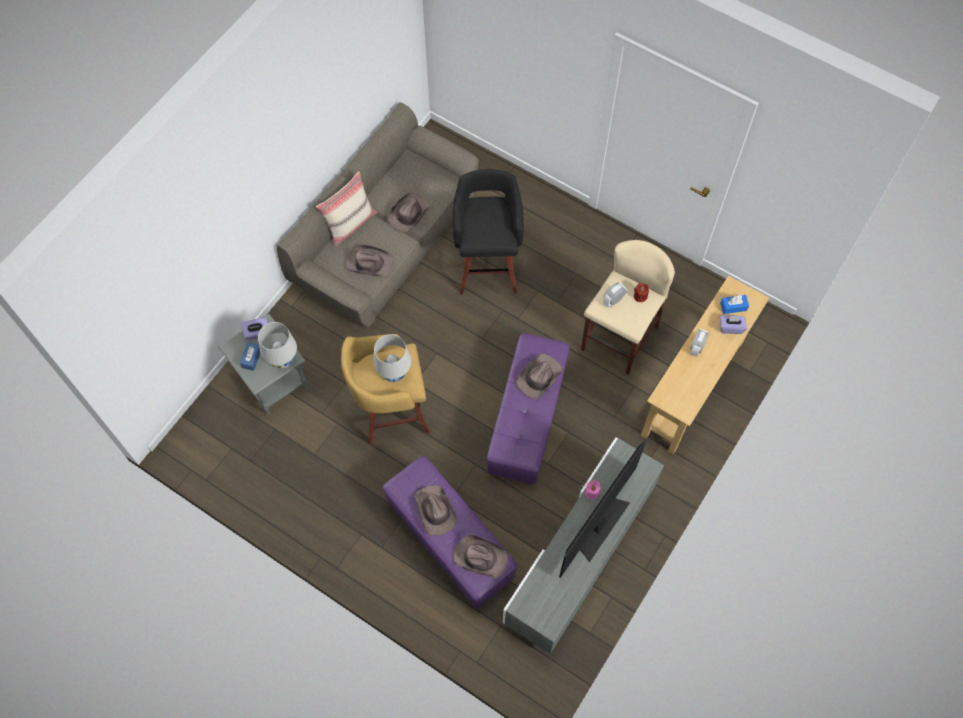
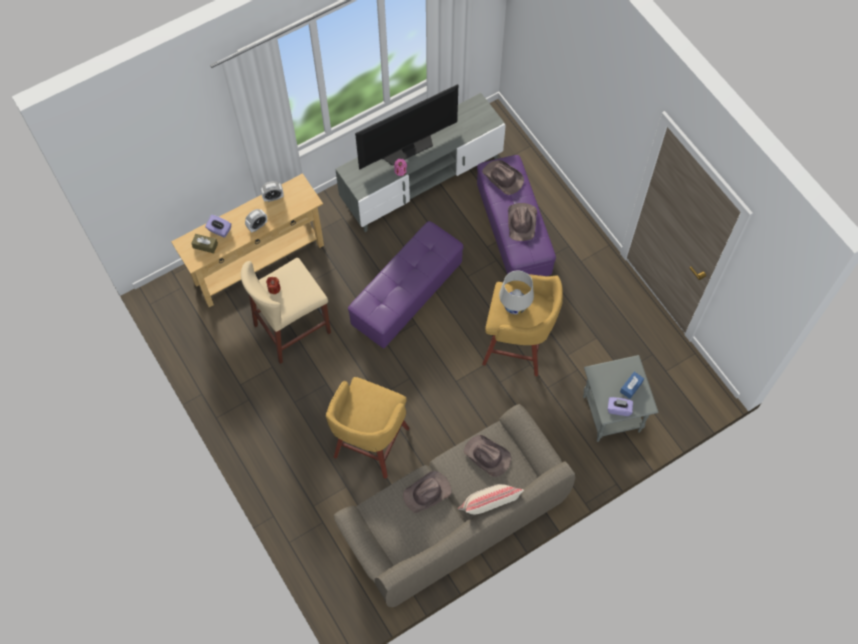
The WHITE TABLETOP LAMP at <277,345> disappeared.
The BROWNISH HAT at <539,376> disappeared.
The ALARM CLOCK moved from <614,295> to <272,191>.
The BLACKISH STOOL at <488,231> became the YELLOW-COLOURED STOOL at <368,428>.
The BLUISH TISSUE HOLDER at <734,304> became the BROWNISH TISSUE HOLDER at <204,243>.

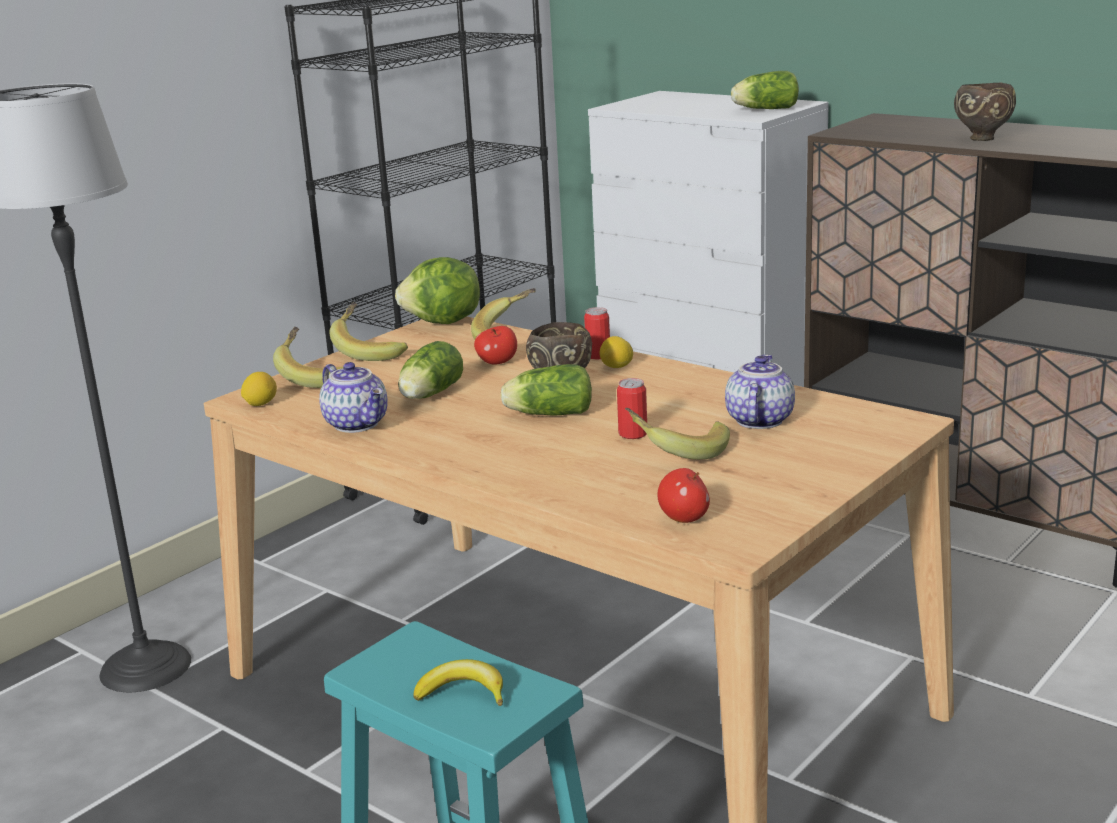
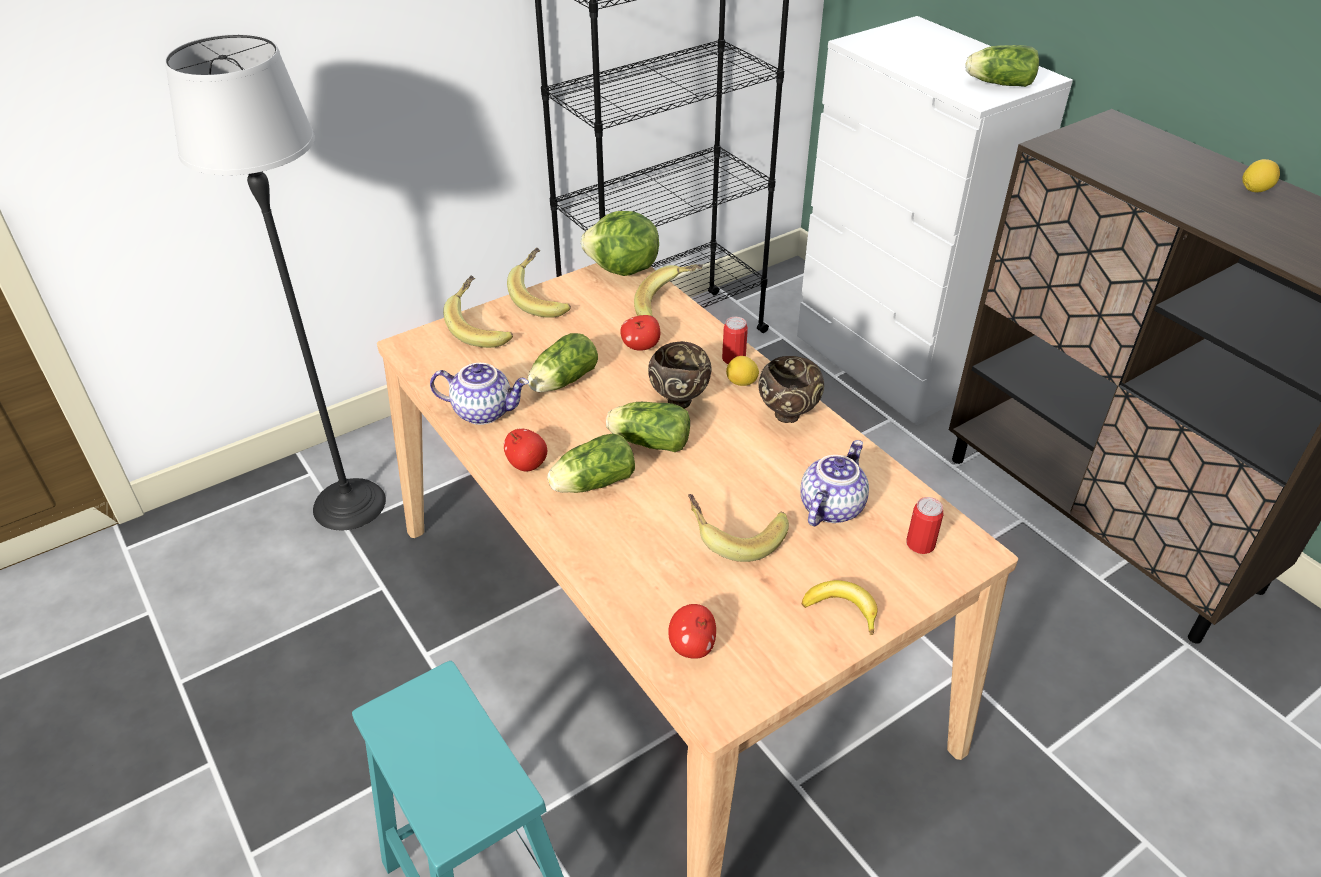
The APPLE at <525,449> appeared.
The HEAD OF LETTUCE at <591,463> appeared.
The LEMON moved from <259,389> to <1261,175>.
The WHOLE BANANA moved from <458,682> to <839,607>.
The SEALED CAN moved from <632,408> to <925,525>.
The BROWNISH SERVING BOWL moved from <985,111> to <791,389>.
The TEA POT at <353,397> turned 60 degrees counterclockwise.

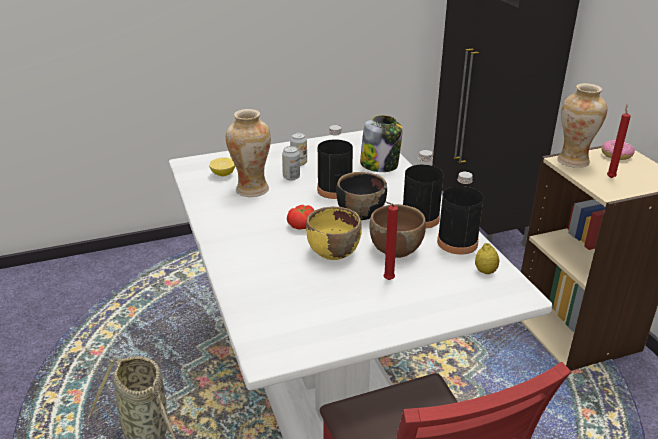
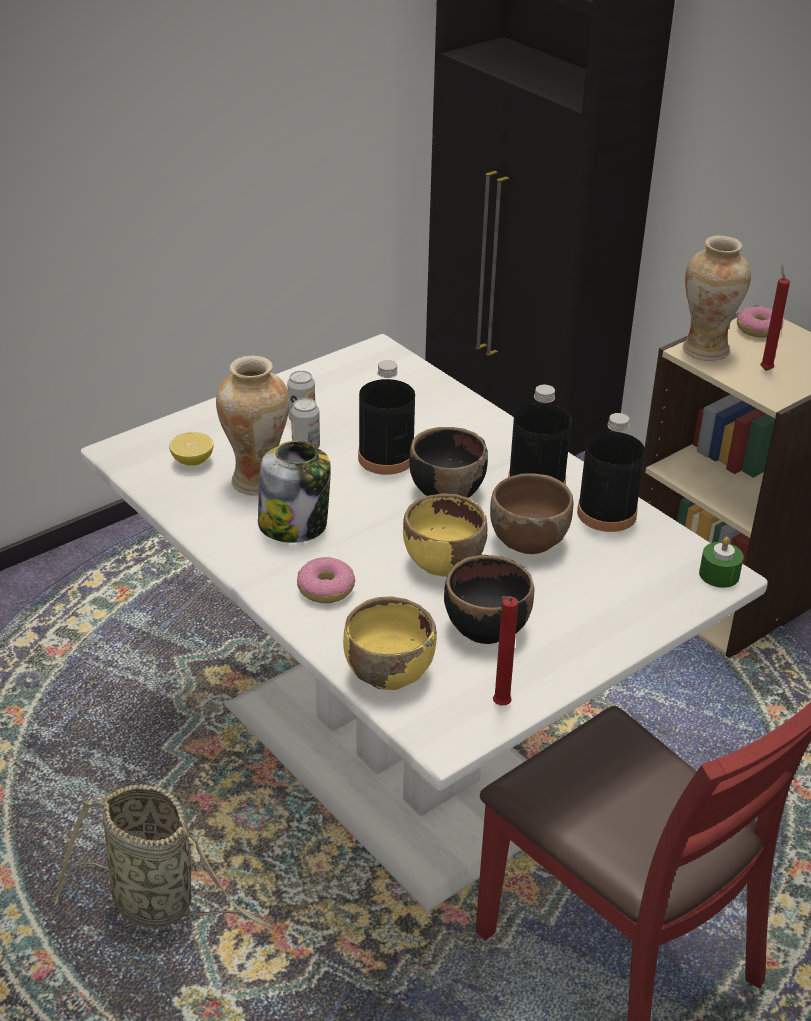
The FRESH TOMATO at <300,217> disappeared.
The LEMON at <487,258> disappeared.
The DONUT at <326,580> appeared.
The YELLOW-COLOURED SERVING BOWL at <390,643> appeared.
The BLACKISH SERVING BOWL at <489,599> appeared.
The GREENISH WAX CANDLE at <721,562> appeared.
The PRESERVE JAR moved from <381,143> to <294,492>.
The REDDISH WAX CANDLE moved from <390,241> to <505,650>.

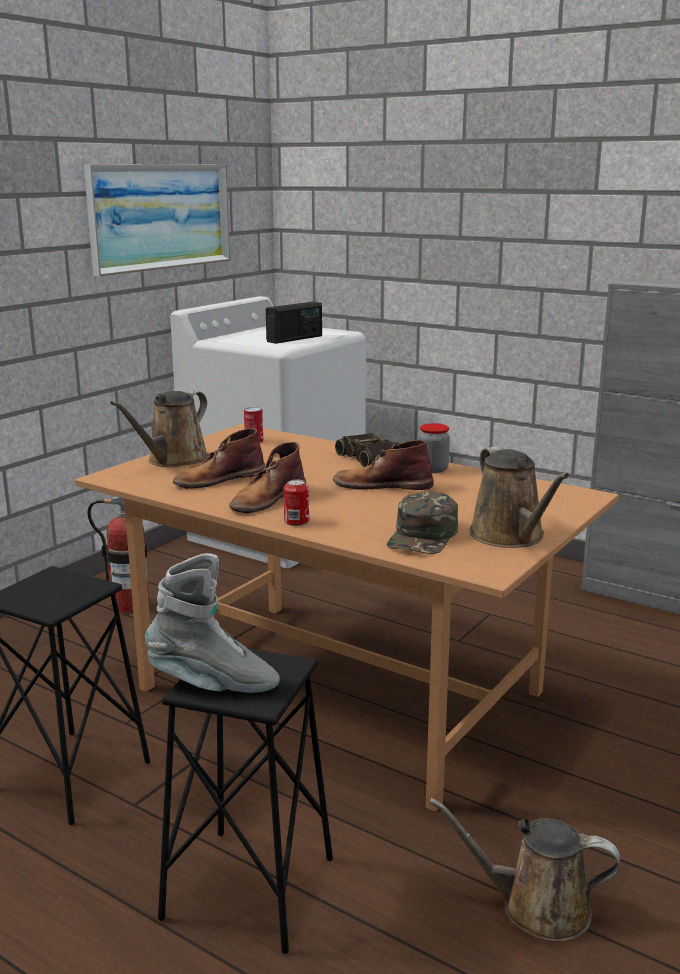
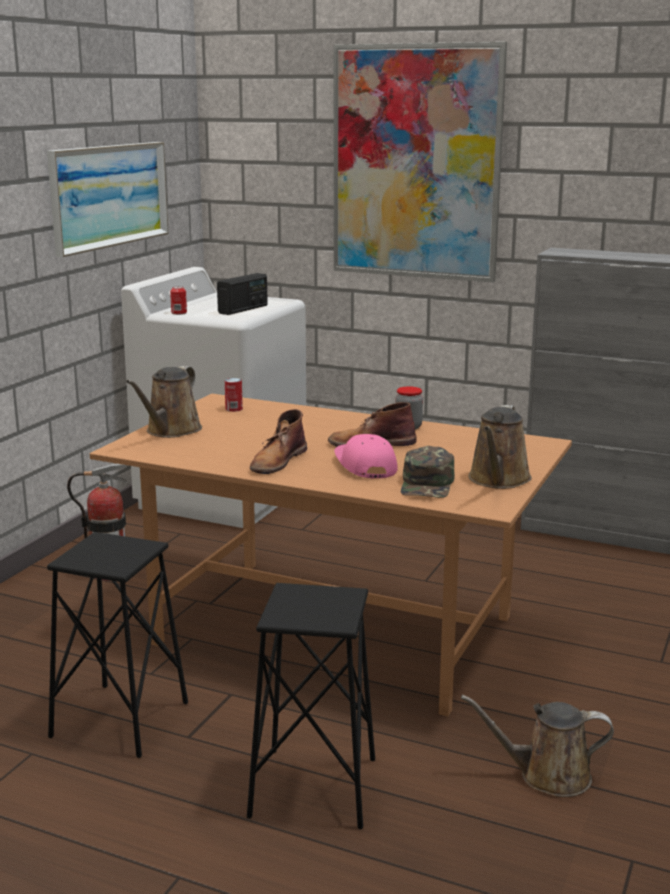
The GRAY TALL BOOT at <212,623> disappeared.
The BROWNISH TALL BOOT at <219,459> disappeared.
The FIELD GLASSES at <366,450> disappeared.
The WALL PICTURE at <420,162> appeared.
The PINK-COLOURED PEAKED CAP at <366,456> appeared.
The SEALED CAN moved from <296,502> to <178,300>.
The BROWNISH WATERING CAN at <519,497> turned 45 degrees clockwise.

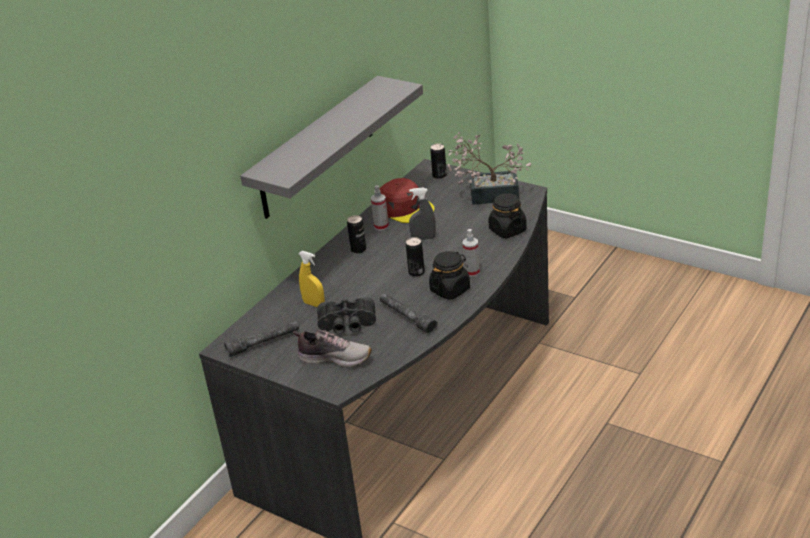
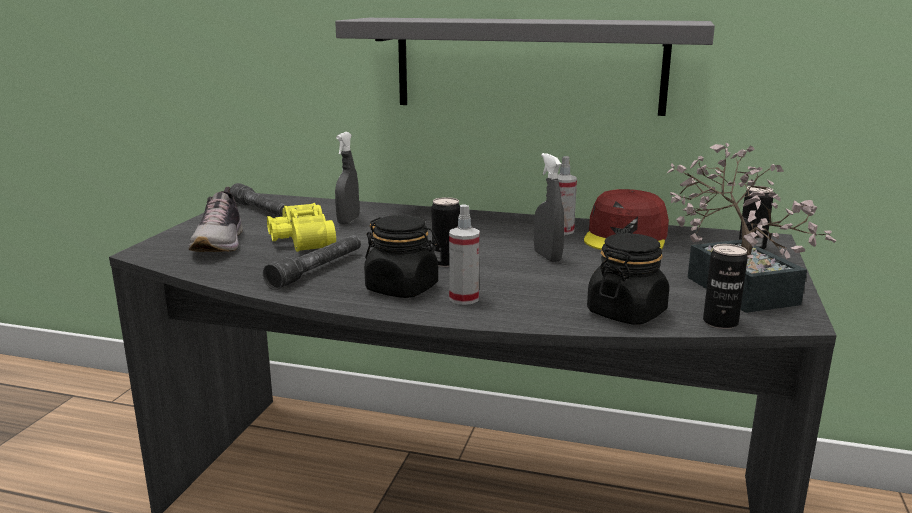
The SEALED CAN moved from <356,234> to <725,286>.
The YELLOW-COLOURED HAND SPRAYER at <311,279> became the GRAY HAND SPRAYER at <347,178>.
The BLACKISH FIELD GLASSES at <346,315> became the YELLOW-COLOURED FIELD GLASSES at <301,227>.

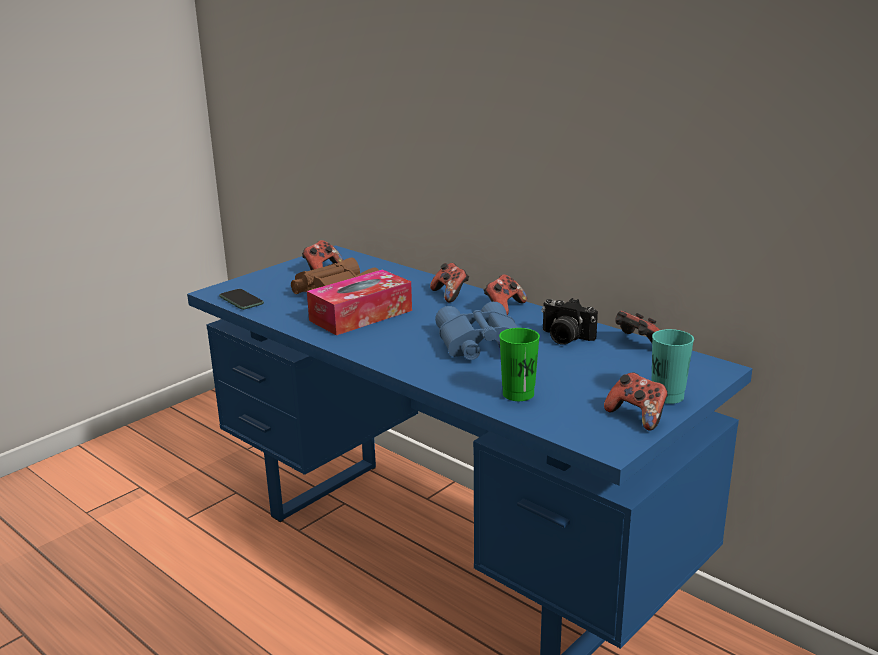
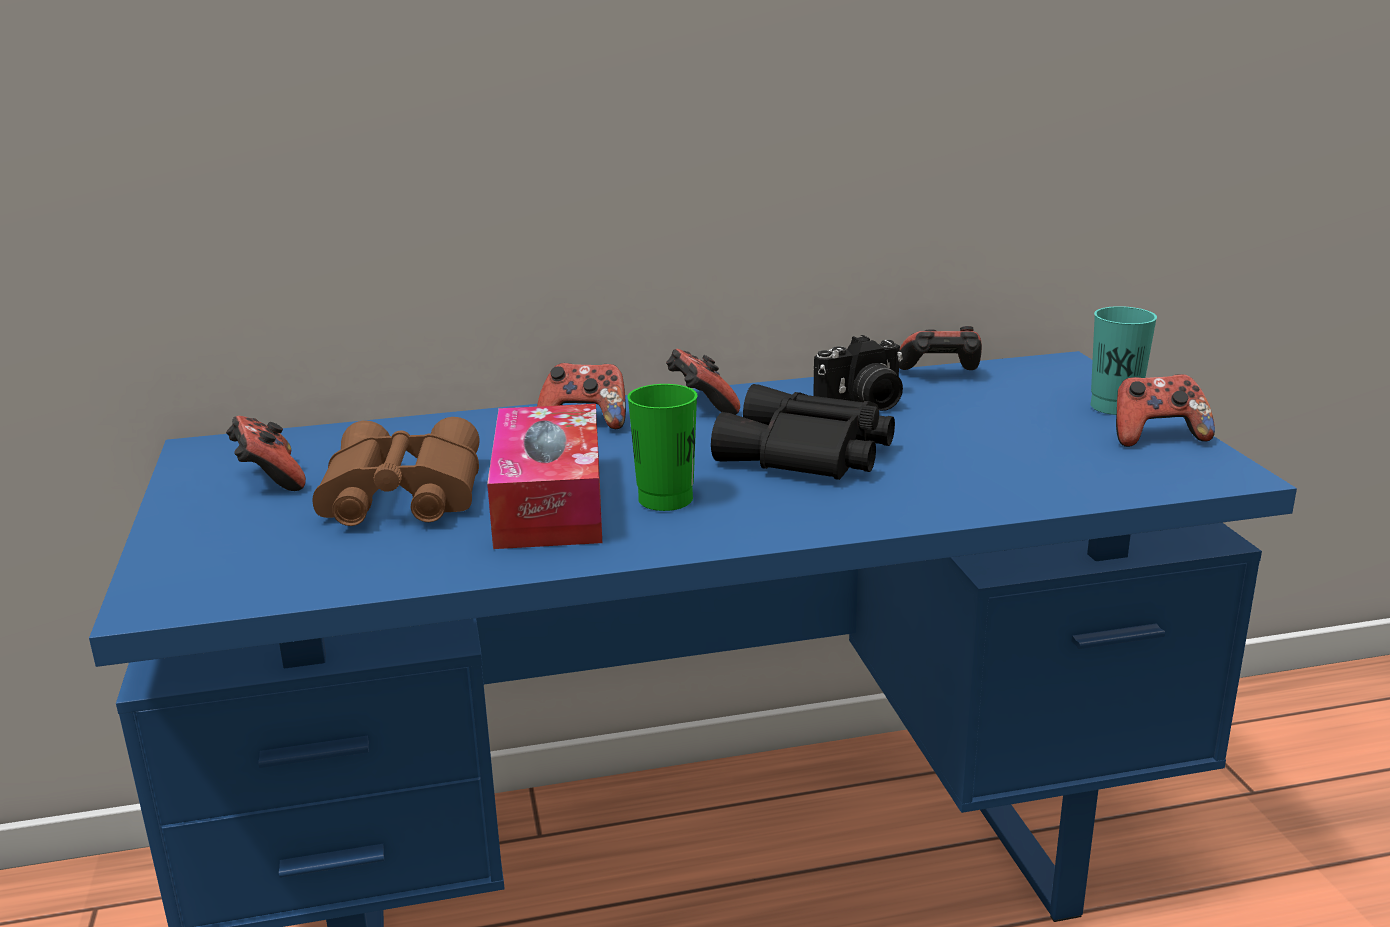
The TELEPHONE at <241,299> disappeared.
The GREENISH DRINKING CUP moved from <519,364> to <662,447>.
The BLUISH FIELD GLASSES at <476,331> became the BLACKISH FIELD GLASSES at <803,432>.

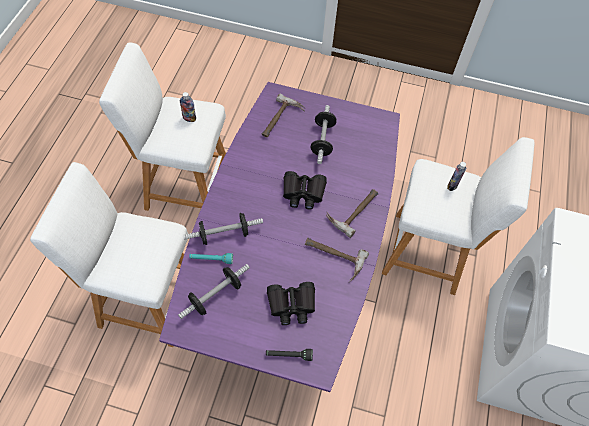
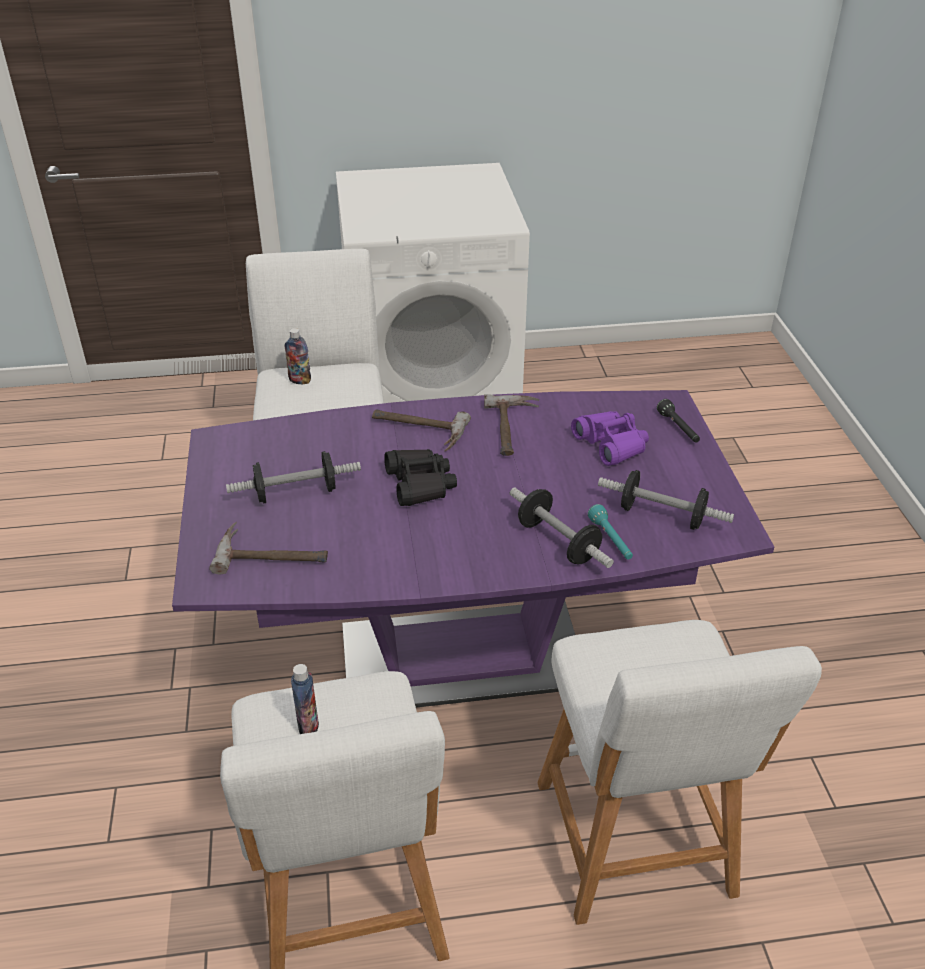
The BLACKISH FIELD GLASSES at <291,303> became the PURPLE FIELD GLASSES at <610,438>.

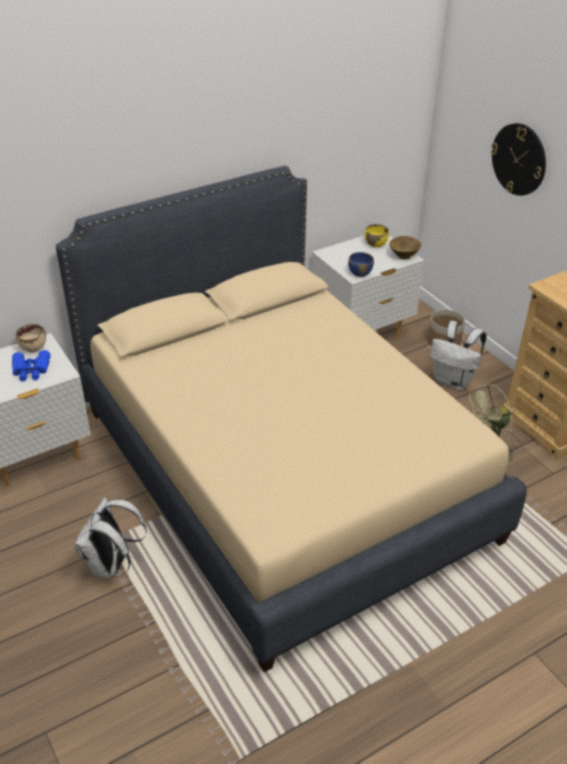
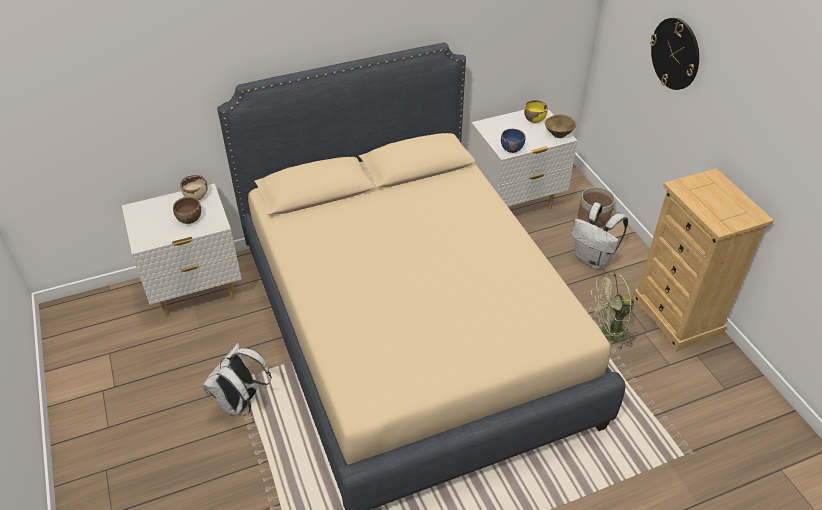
The BLUISH FIELD GLASSES at <31,366> was replaced by the BROWNISH SERVING BOWL at <187,210>.

